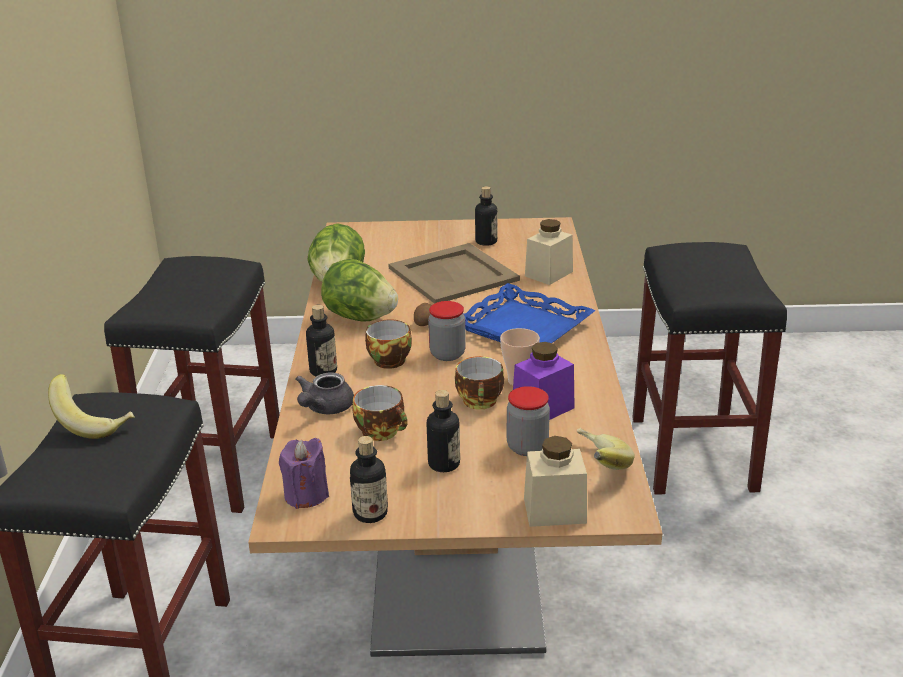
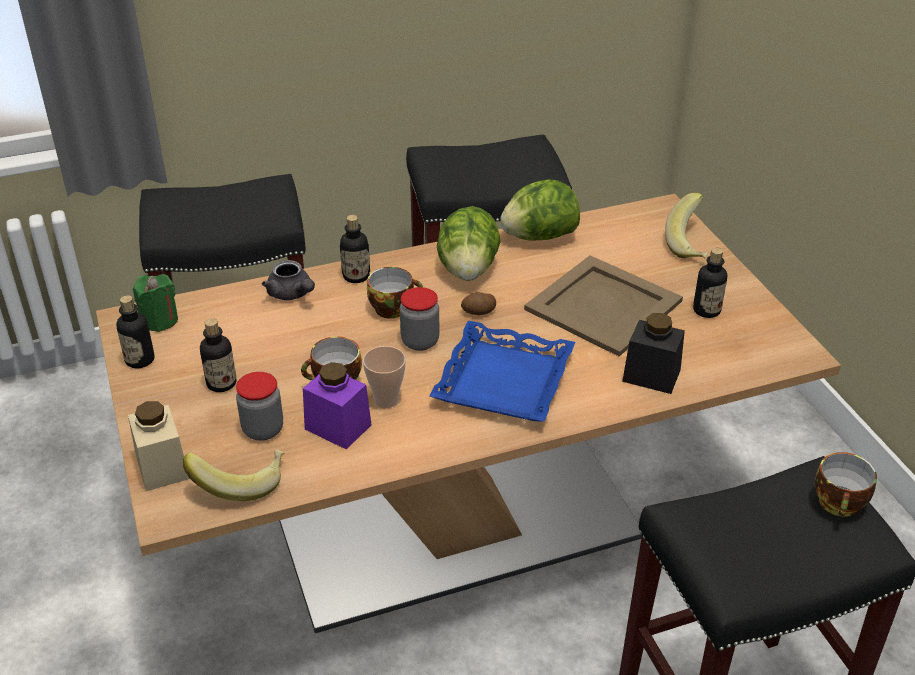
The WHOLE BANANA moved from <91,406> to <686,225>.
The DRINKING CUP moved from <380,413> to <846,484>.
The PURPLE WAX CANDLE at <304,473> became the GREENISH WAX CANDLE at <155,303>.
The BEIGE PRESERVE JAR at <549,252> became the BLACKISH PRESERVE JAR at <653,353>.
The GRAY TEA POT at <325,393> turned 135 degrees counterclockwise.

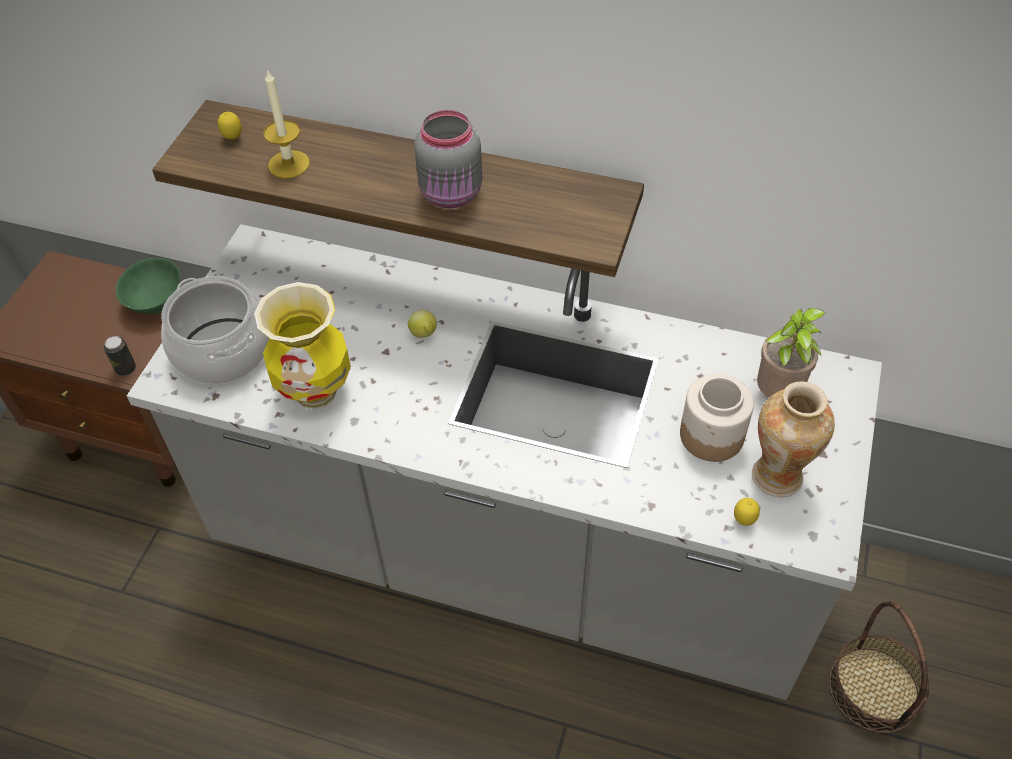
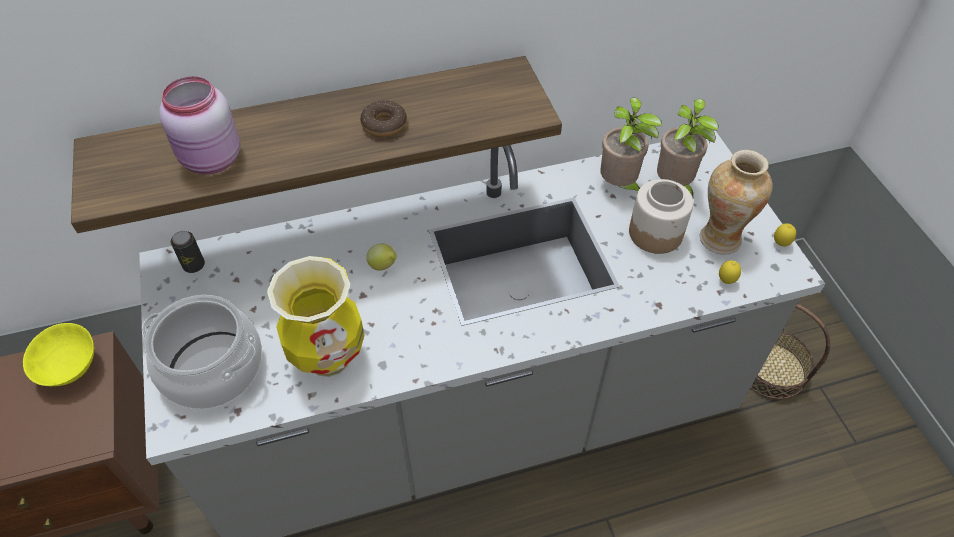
The HOUSEPLANT at <631,144> appeared.
The SEALED CAN moved from <119,356> to <188,252>.
The LEMON moved from <230,126> to <785,234>.
The WAX CANDLE at <287,123> was replaced by the PINK-COLOURED PRESERVE JAR at <199,125>.
The GRAY PRESERVE JAR at <448,159> was replaced by the DONUT at <383,119>.
The GREENISH SERVING BOWL at <148,286> became the YELLOW-COLOURED SERVING BOWL at <58,354>.

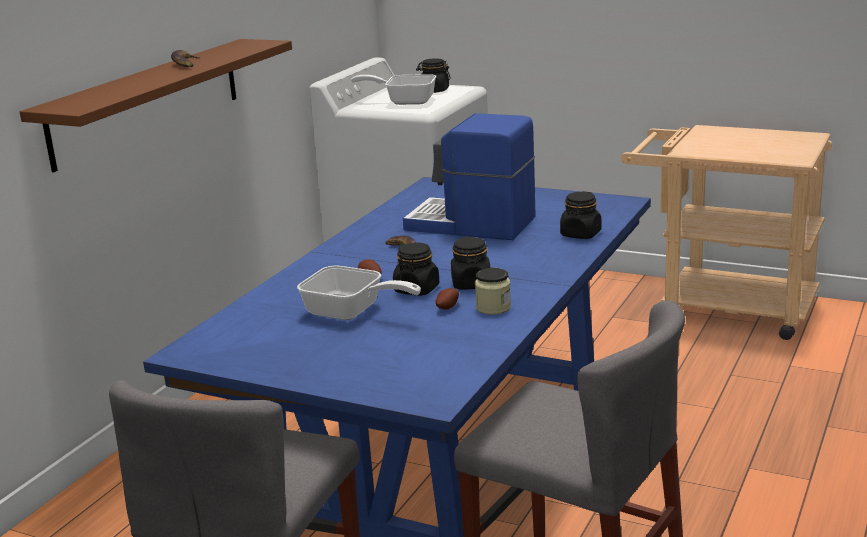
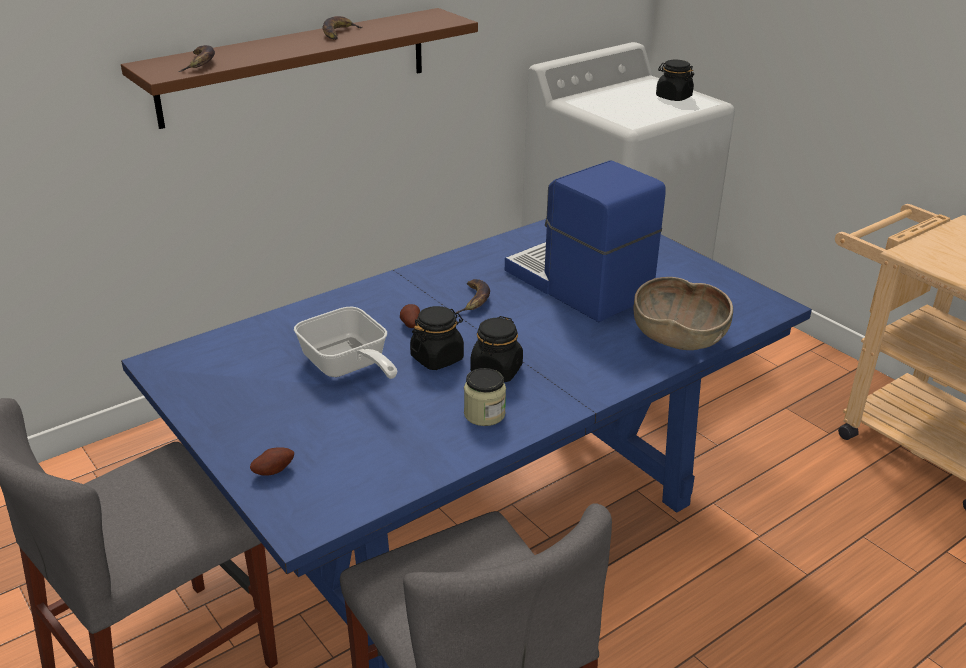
The SKILLET at <393,89> disappeared.
The WHOLE BANANA at <196,58> appeared.
The WHOLE POTATO moved from <447,298> to <272,461>.
The BLACKISH PRESERVE JAR at <581,215> was replaced by the BROWNISH SERVING BOWL at <683,313>.

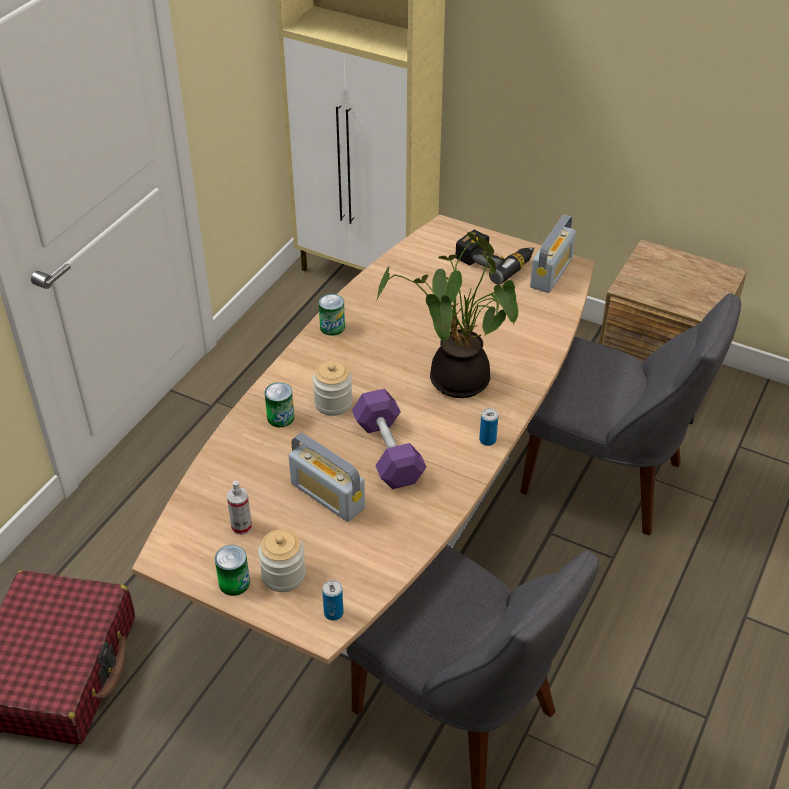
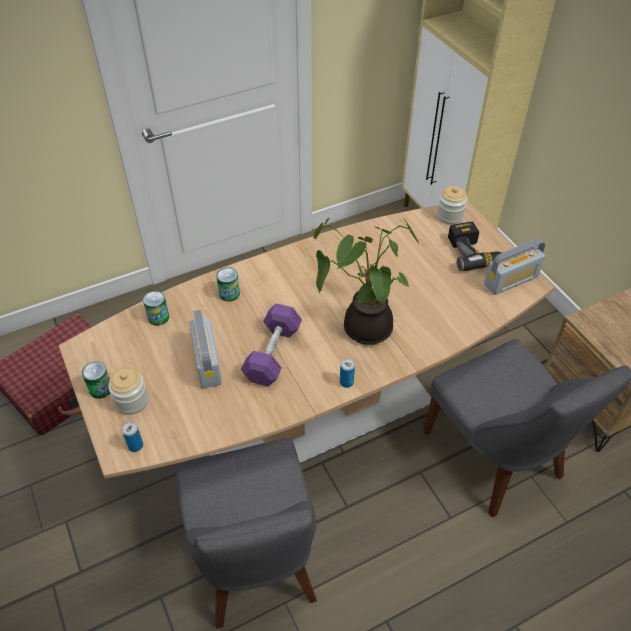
The HAND SPRAYER at <239,508> disappeared.
The PRESERVE JAR moved from <333,388> to <452,205>.
The SEALED CAN moved from <332,315> to <156,308>.

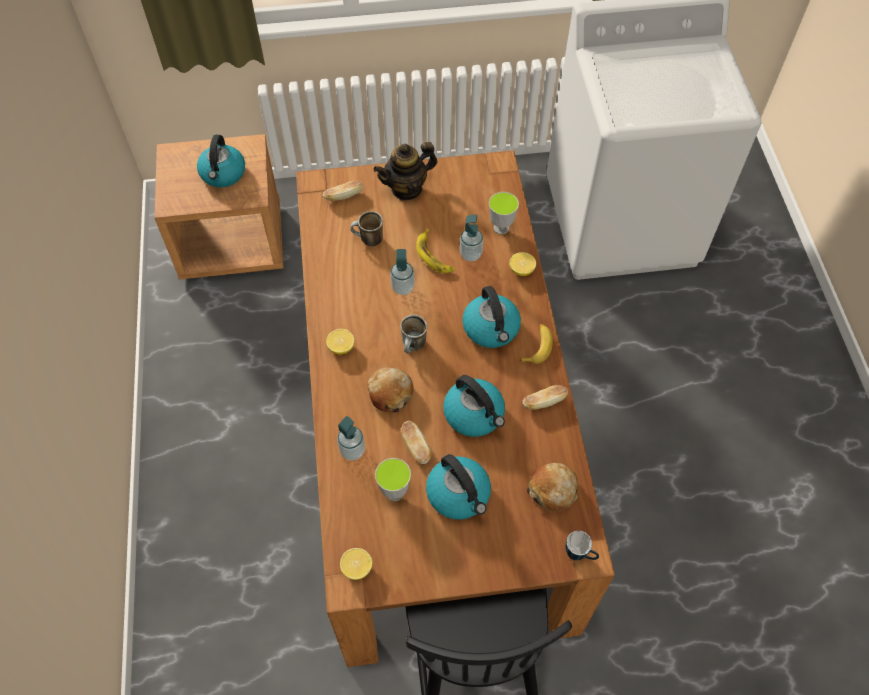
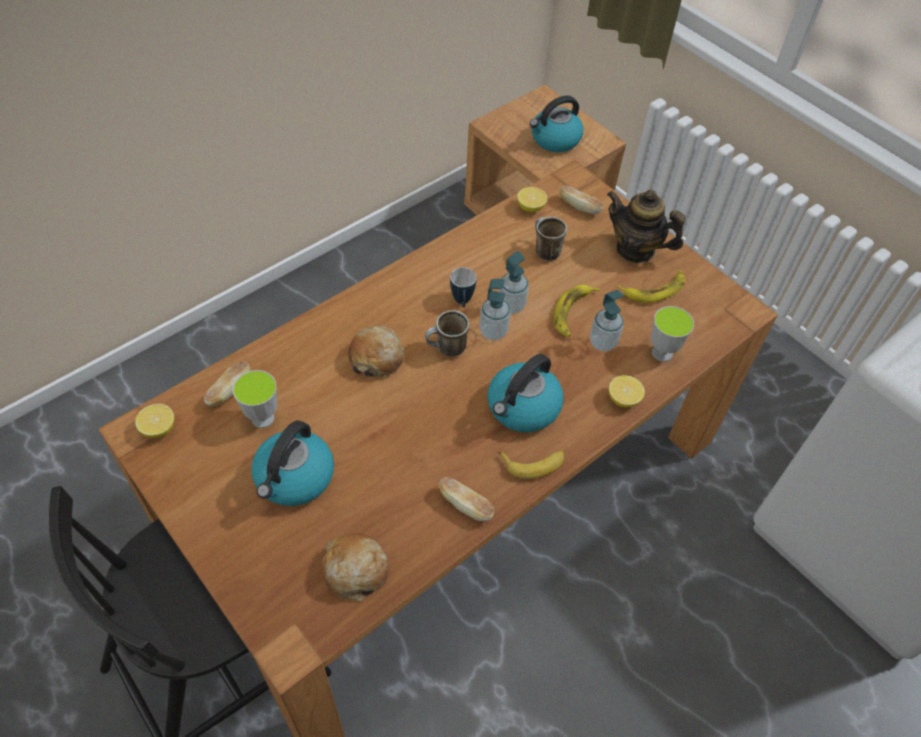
The WATER KETTLE at <474,406> disappeared.
The WHOLE BANANA at <651,287> appeared.
The LEMON moved from <340,342> to <532,199>.
The SOAP BOTTLE moved from <351,438> to <494,309>.
The BAKED BREAD moved from <416,442> to <227,383>.
The COFFEE MUG moved from <582,545> to <463,287>.

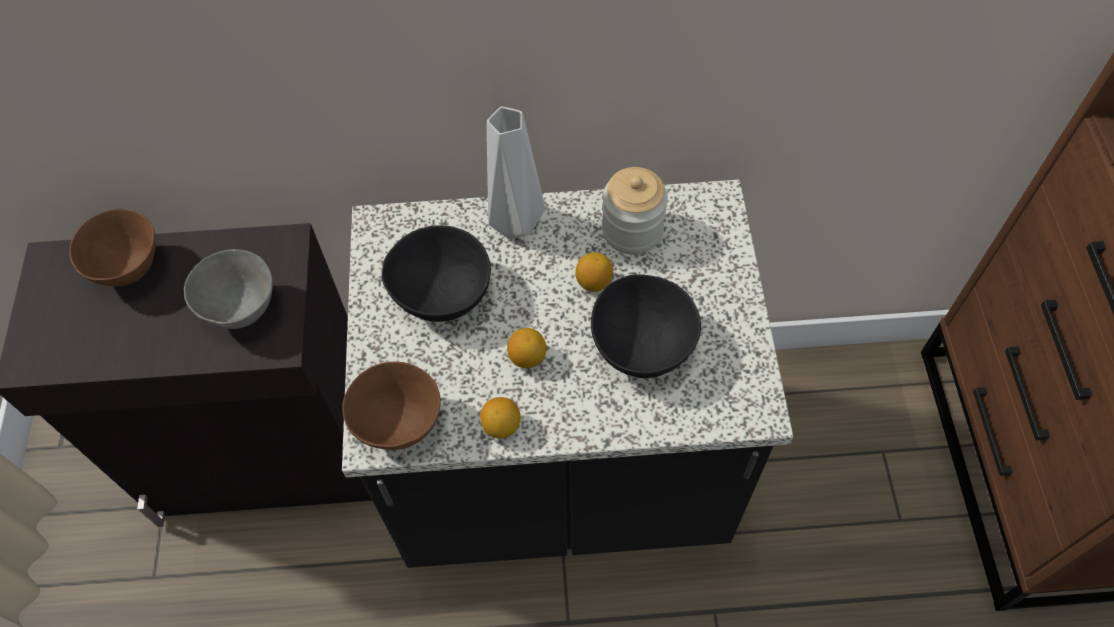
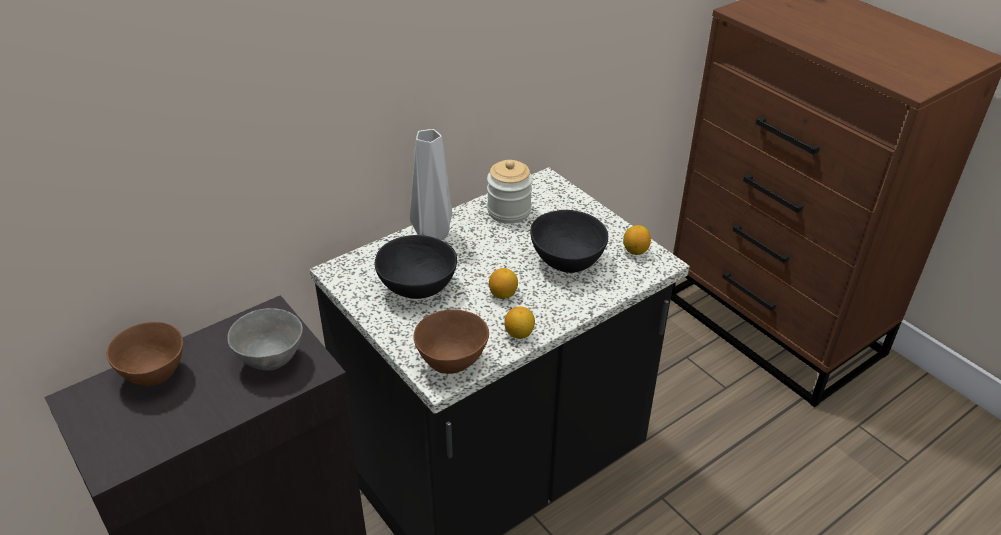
The LEMON moved from <594,272> to <637,240>.

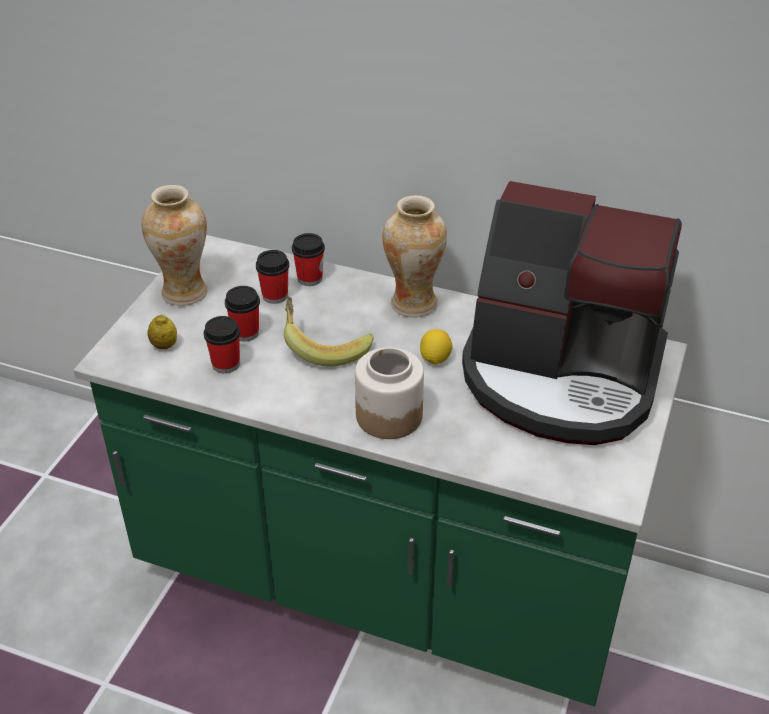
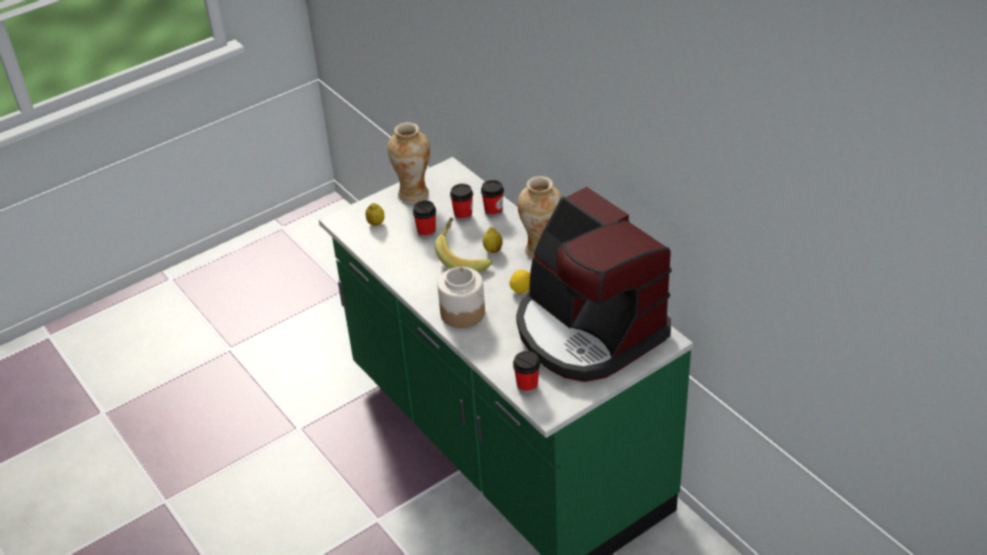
The LEMON at <493,240> appeared.
The DRINKING CUP moved from <222,344> to <526,372>.

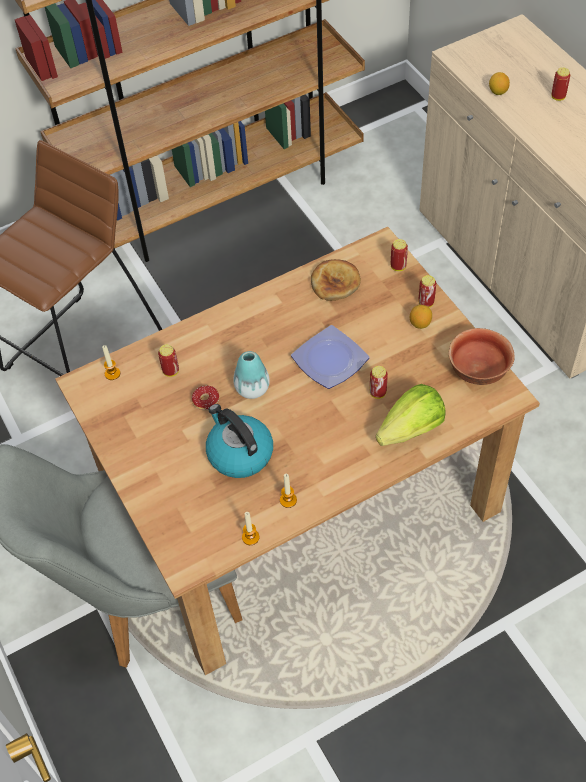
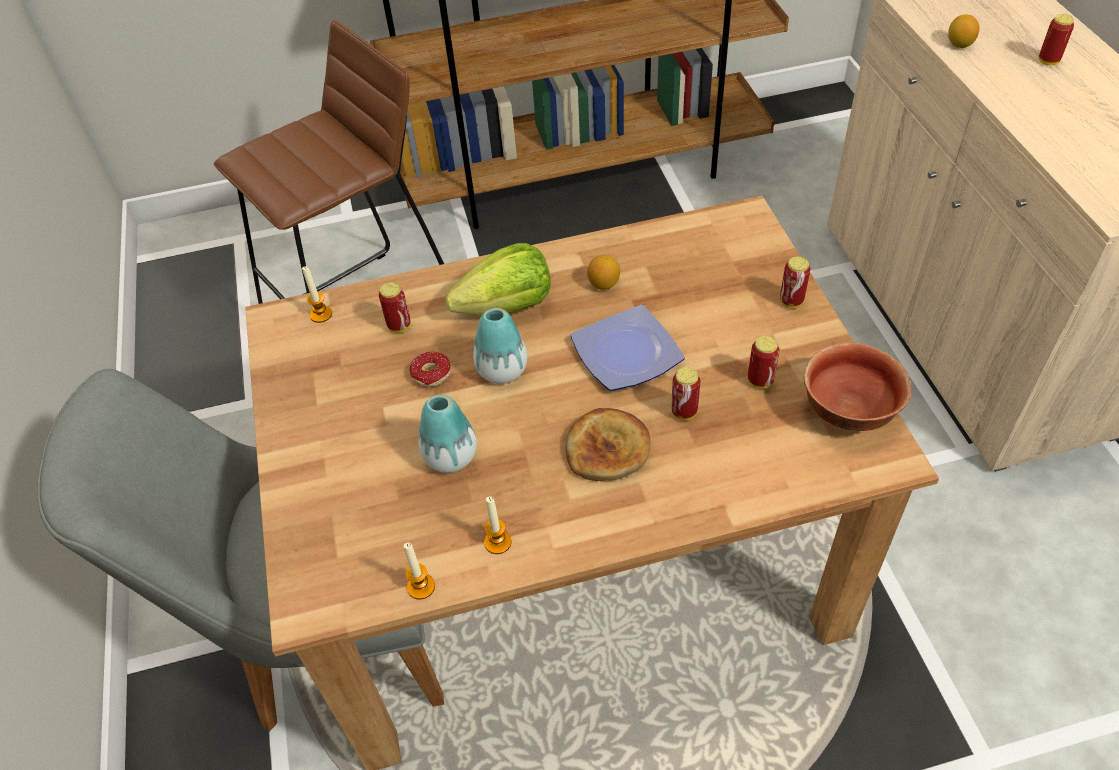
The BAKED BREAD moved from <336,280> to <607,444>.
The HEAD OF LETTUCE moved from <411,415> to <498,279>.
The SEALED CAN moved from <399,255> to <764,362>.
The LEMON moved from <421,317> to <603,272>.
The WATER KETTLE at <239,441> was replaced by the VASE at <447,434>.

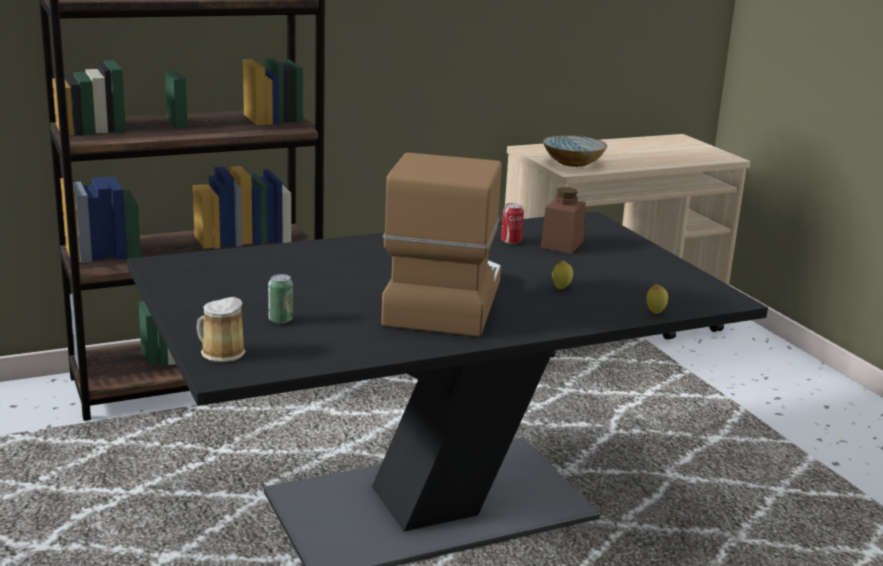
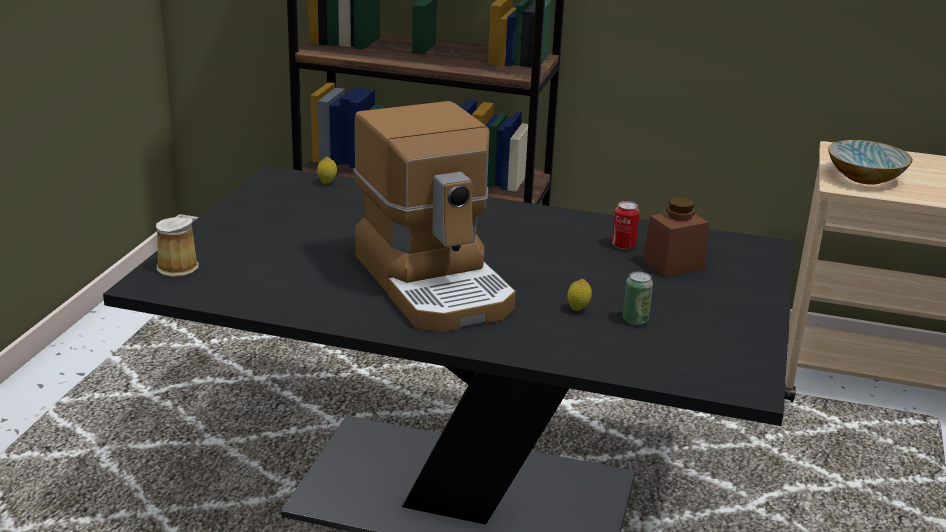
The SEALED CAN moved from <280,299> to <638,298>.
The LEMON moved from <657,299> to <327,170>.
The COFFEE MACHINE at <441,244> turned 105 degrees clockwise.

